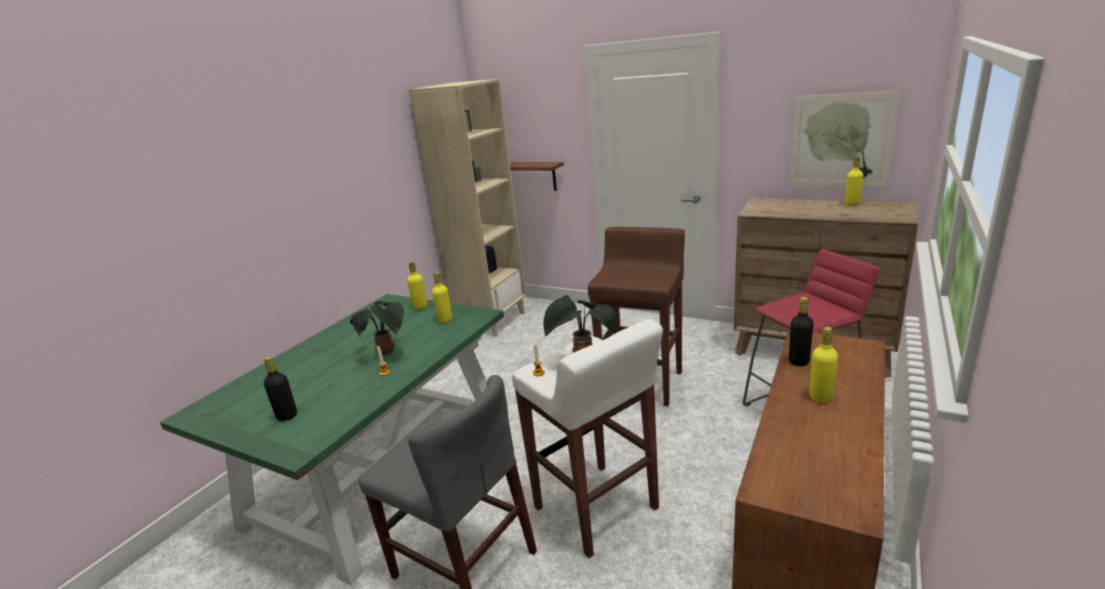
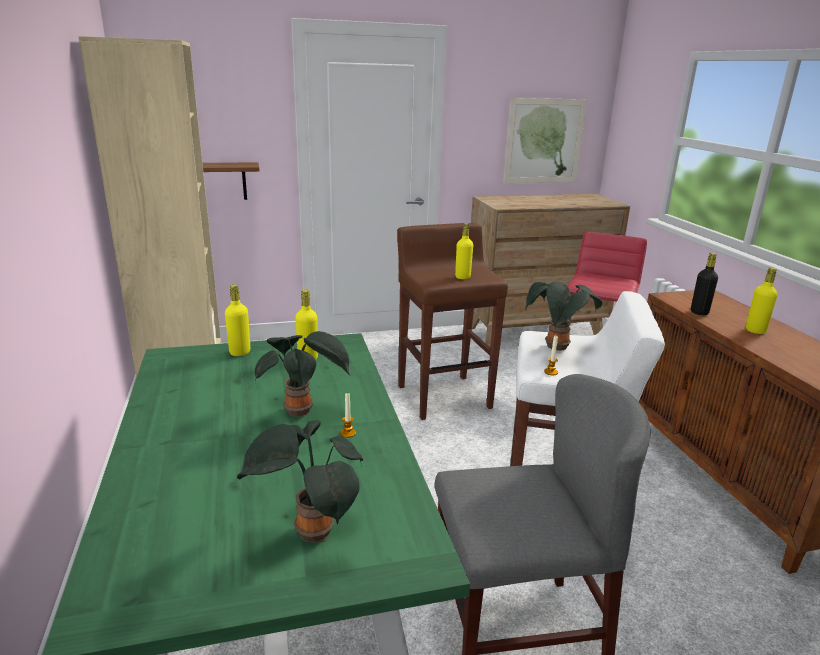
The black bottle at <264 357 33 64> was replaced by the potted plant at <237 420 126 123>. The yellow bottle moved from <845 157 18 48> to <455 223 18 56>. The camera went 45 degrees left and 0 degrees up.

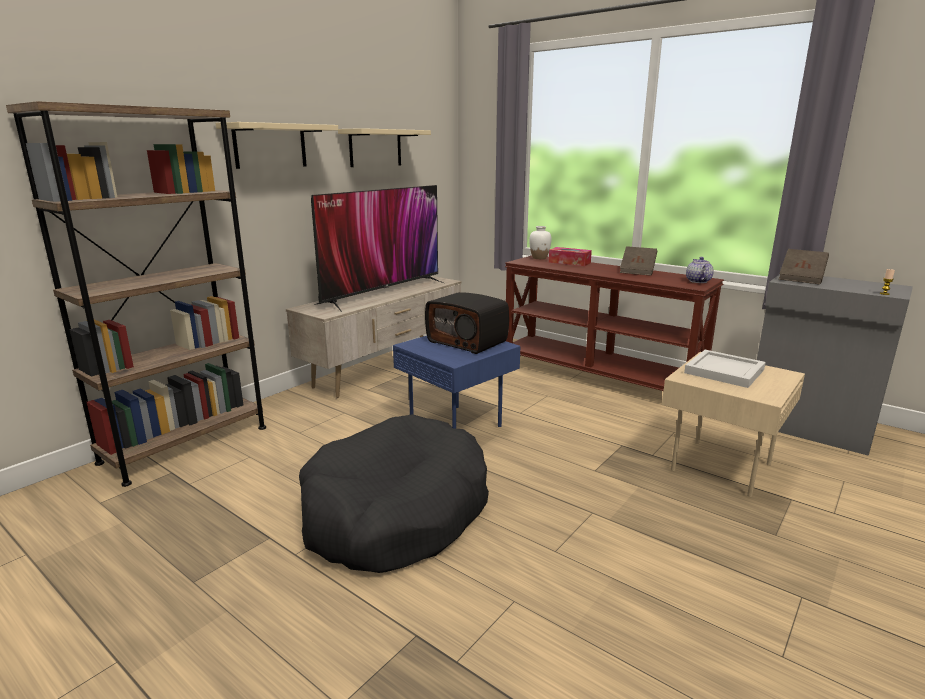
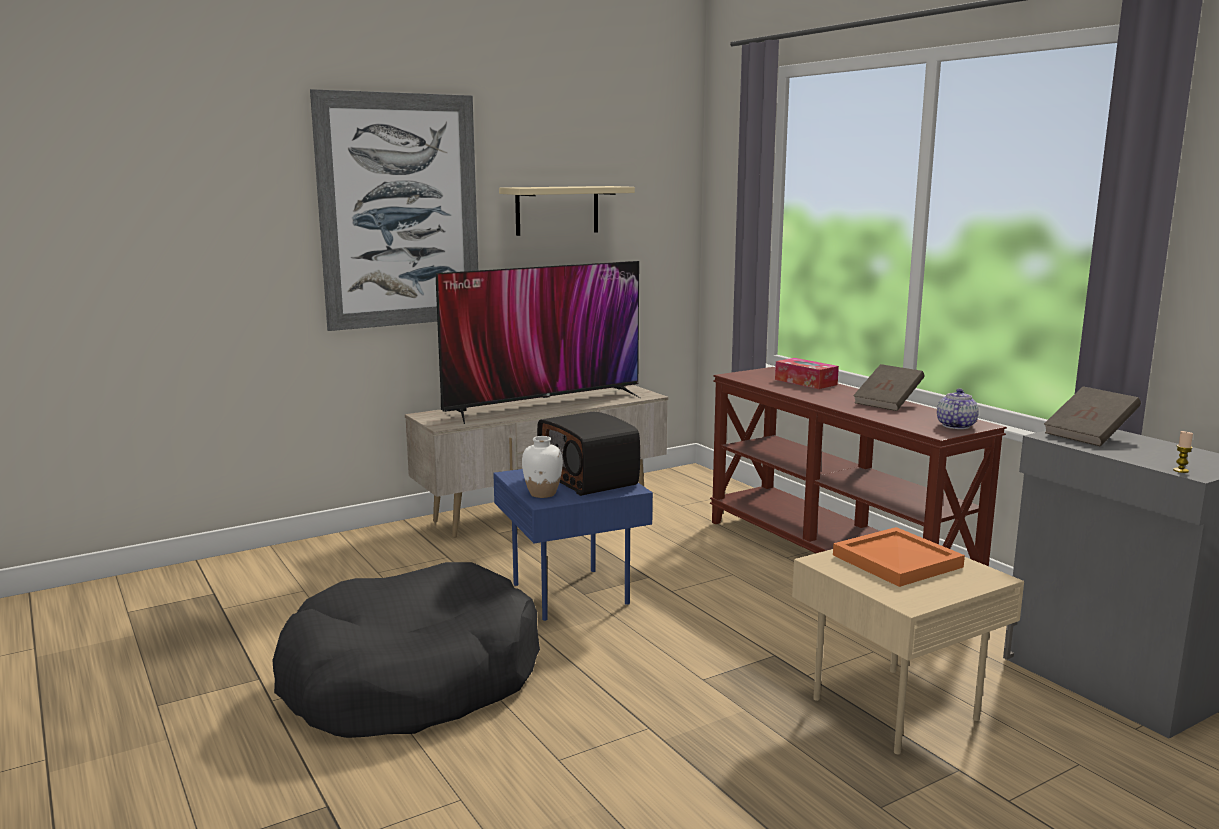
The beige shelf at <216 122 122 47> was replaced by the picture at <310 89 168 242>. The white vase moved from <529 226 23 33> to <522 436 41 62>. The white tray at <684 350 82 38> became the orange tray at <833 527 132 60>. The brown bookcase at <6 101 260 386> disappeared. The camera went 20 degrees right and 5 degrees down.

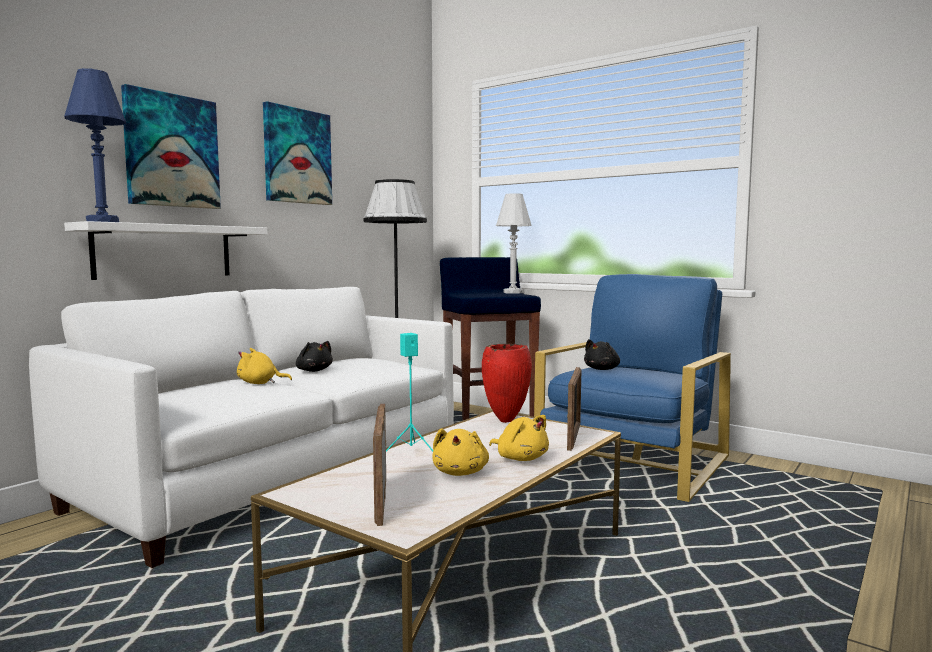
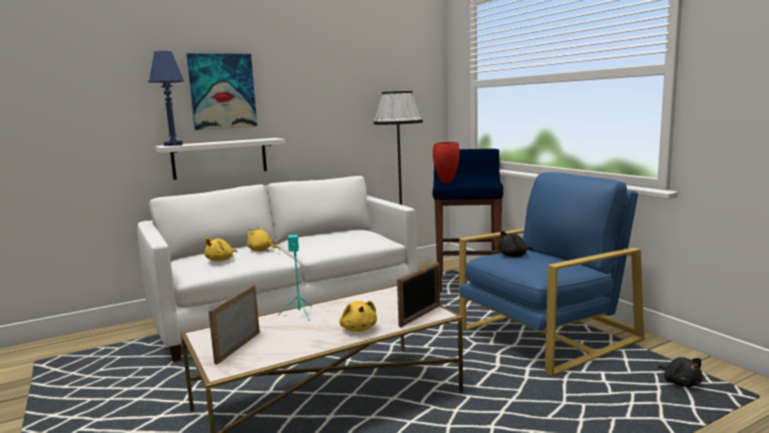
The yellow plush toy moved from <432 428 57 48> to <204 238 33 23>. The red vase moved from <482 344 50 79> to <433 142 27 42>. The black plush toy moved from <296 341 37 31> to <658 357 45 30>. The picture at <263 101 69 104> disappeared. The white table lamp at <496 193 36 101> disappeared. The camera went 25 degrees right and 5 degrees up.

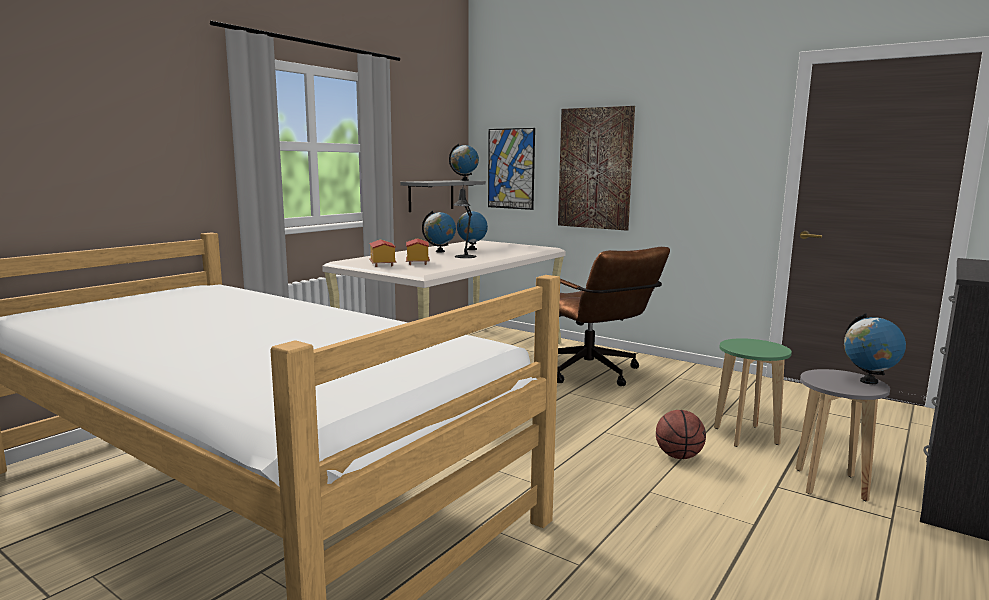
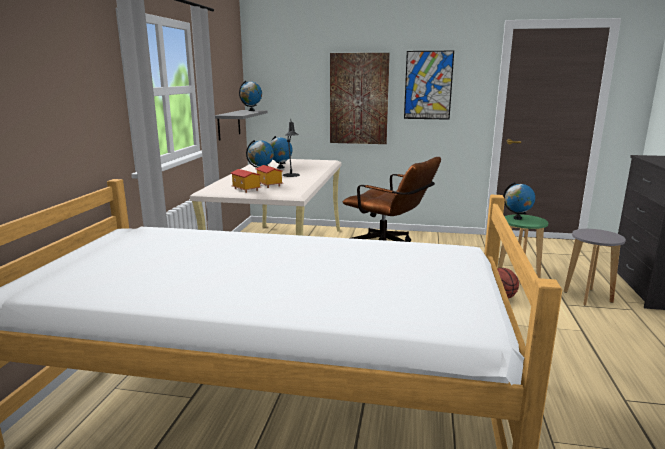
The picture moved from <488 128 47 82> to <404 51 50 69>. The globe moved from <844 313 62 71> to <503 182 32 38>. The camera went 25 degrees left and 5 degrees up.

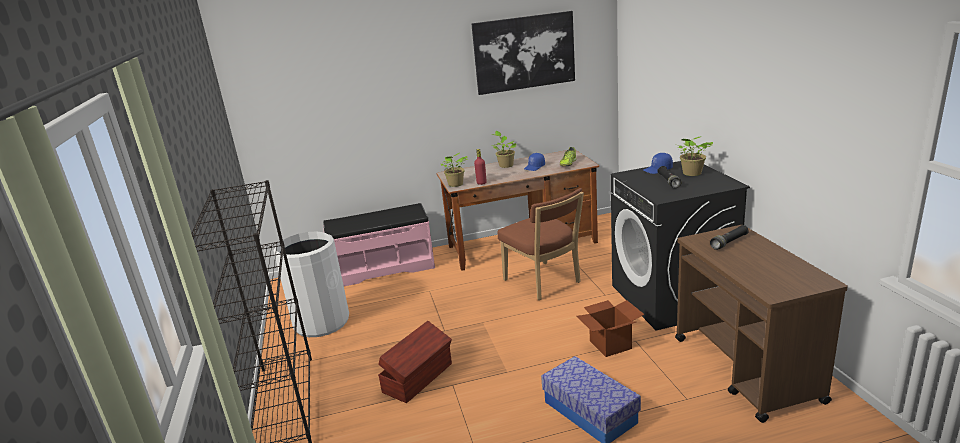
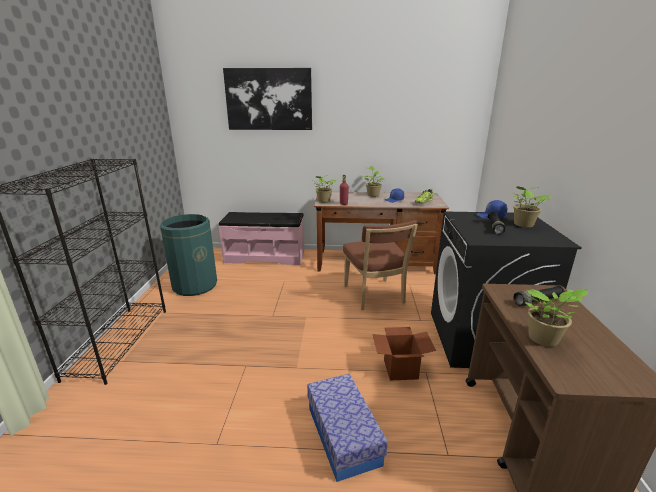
The white trash can at <274 231 75 106> became the green trash can at <160 214 57 82>. The picture moved from <471 11 104 84> to <223 68 89 62>. The potted plant at <525 289 63 58> appeared. The brown storage box at <378 321 74 82> disappeared. The camera went 15 degrees right and 0 degrees up.

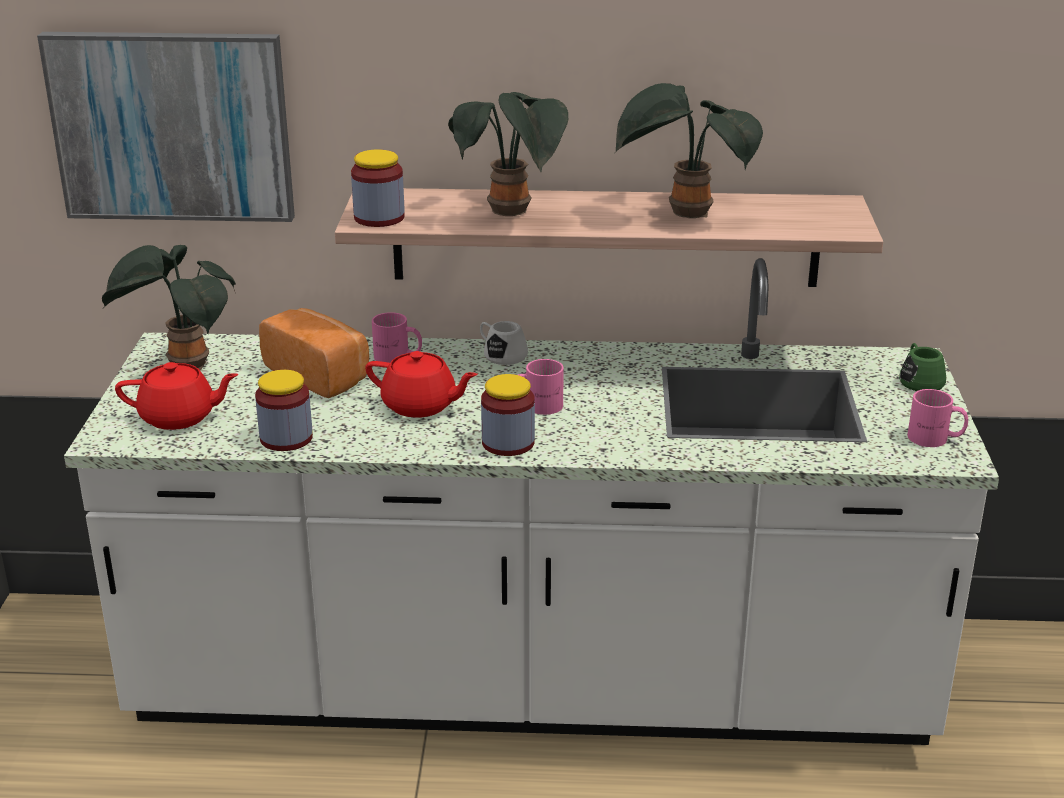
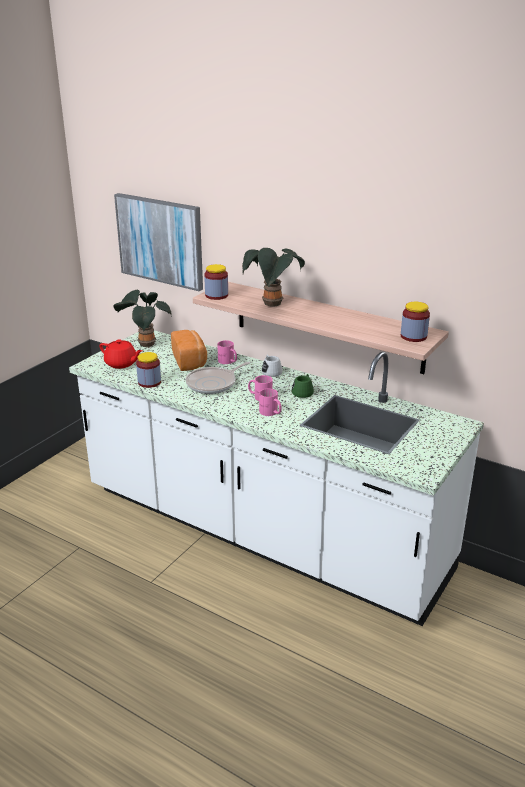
The red teapot at <365 351 113 67> was replaced by the frying pan at <185 362 65 32>. The pink mug moved from <908 389 60 58> to <259 389 23 27>. The green mug moved from <899 343 47 48> to <292 374 22 24>. The jar moved from <481 374 54 82> to <401 302 29 40>. The potted plant at <616 83 147 135> disappeared. The camera went 30 degrees right and 0 degrees up.

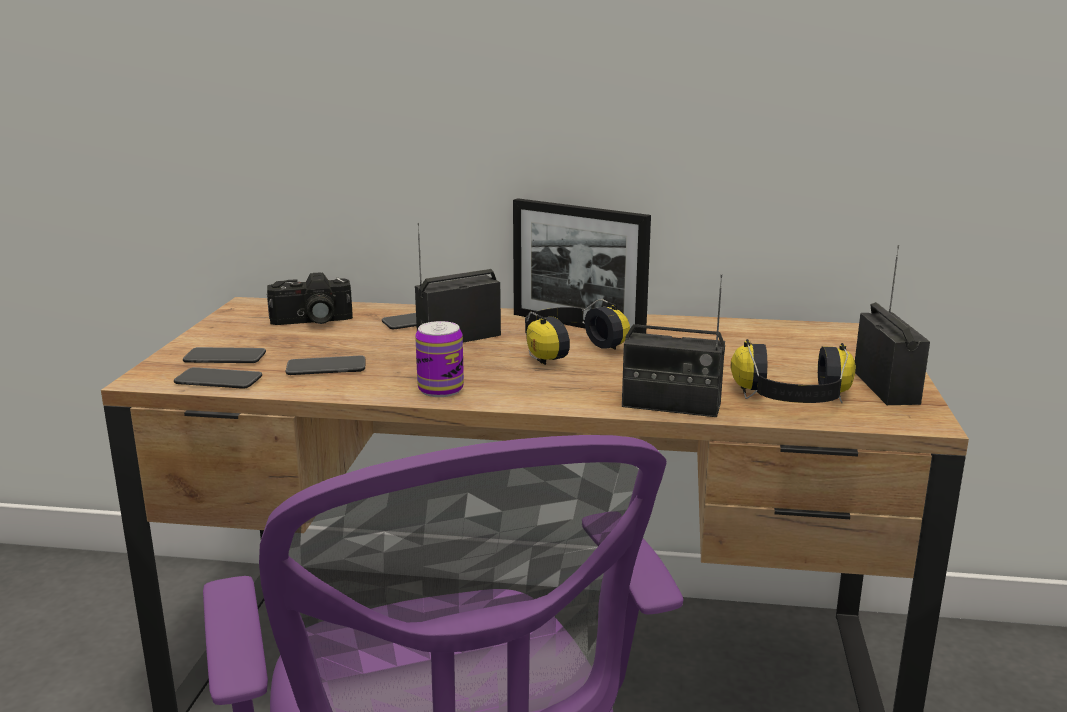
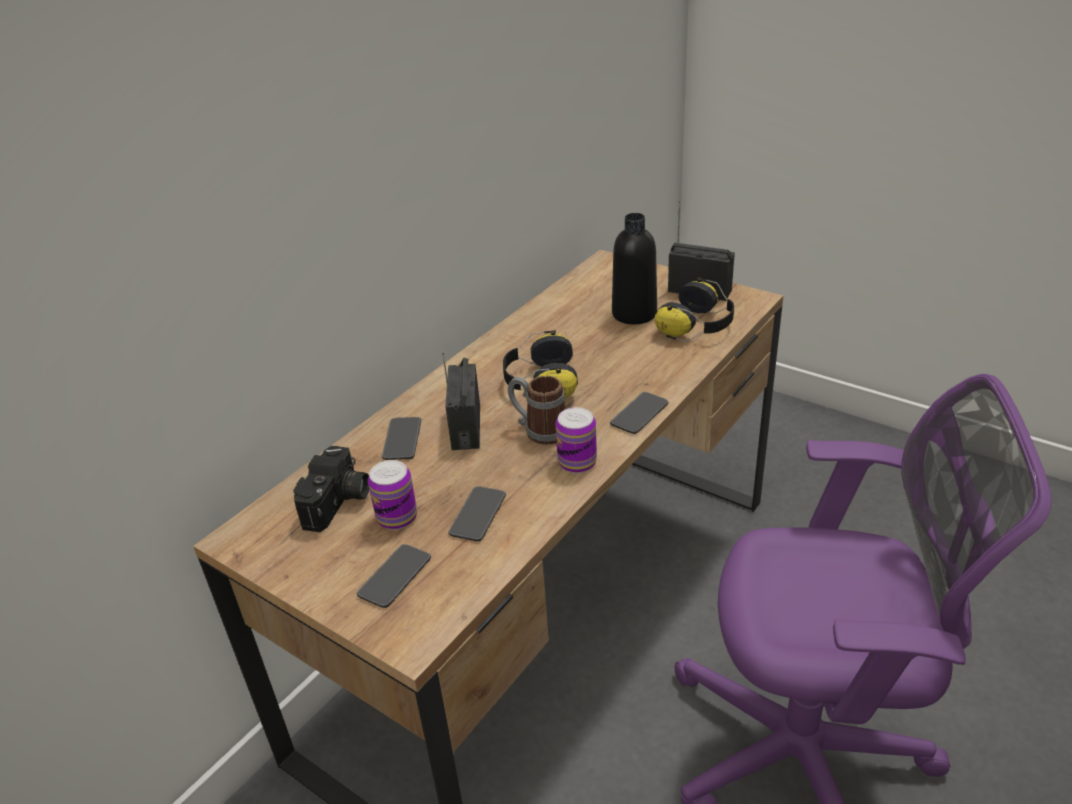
The can at <368 460 49 70> appeared. The mug at <508 376 57 69> appeared. The phone moved from <174 367 88 22> to <610 392 58 42>. The black bottle at <612 213 45 111> appeared. The picture frame at <513 198 138 136> disappeared. The radio at <622 274 103 143> disappeared. The camera went 60 degrees left and 15 degrees up.

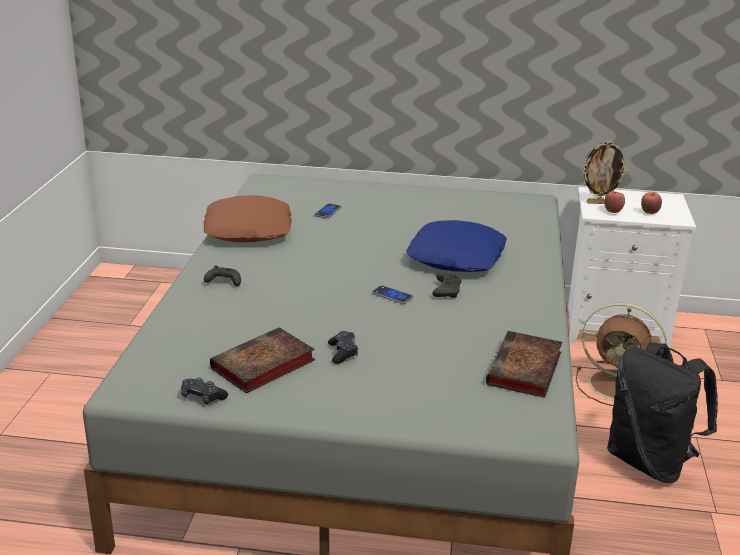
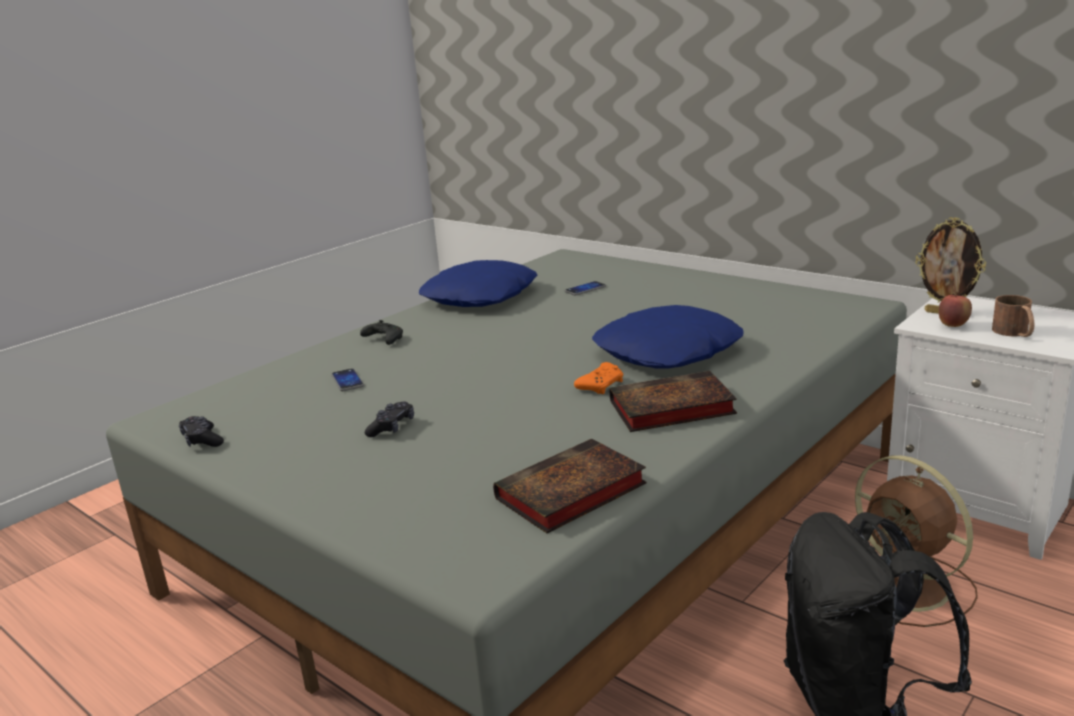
The phone moved from <372 285 42 19> to <331 368 33 23>. The brown pillow at <204 195 88 47> became the blue pillow at <419 260 118 47>. The black game controller at <432 273 29 25> became the orange game controller at <574 362 49 32>. The book moved from <210 327 105 66> to <609 371 128 61>. The apple at <641 192 21 22> was replaced by the brown mug at <992 295 42 42>. The camera went 35 degrees right and 5 degrees down.

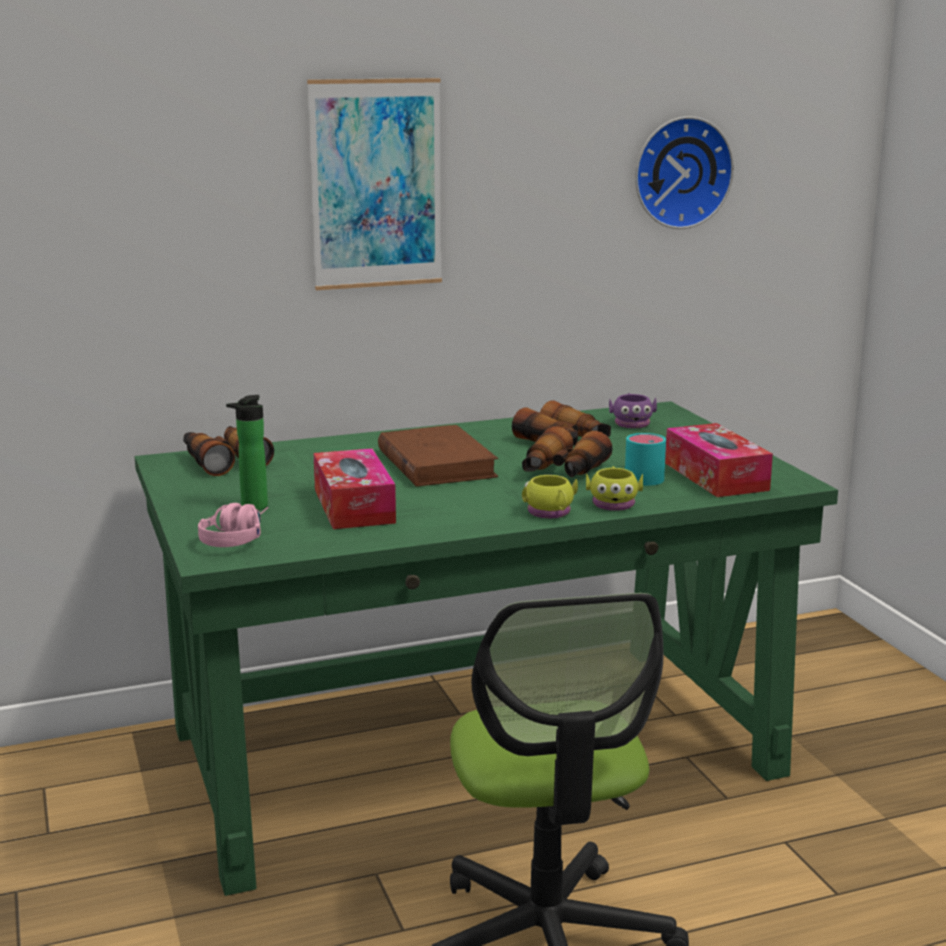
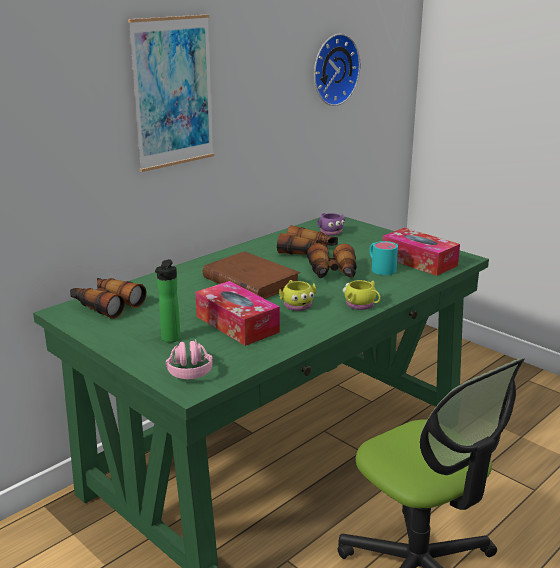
The yellow mug moved from <586 466 57 45> to <279 280 37 31>. The camera went 25 degrees left and 5 degrees up.

